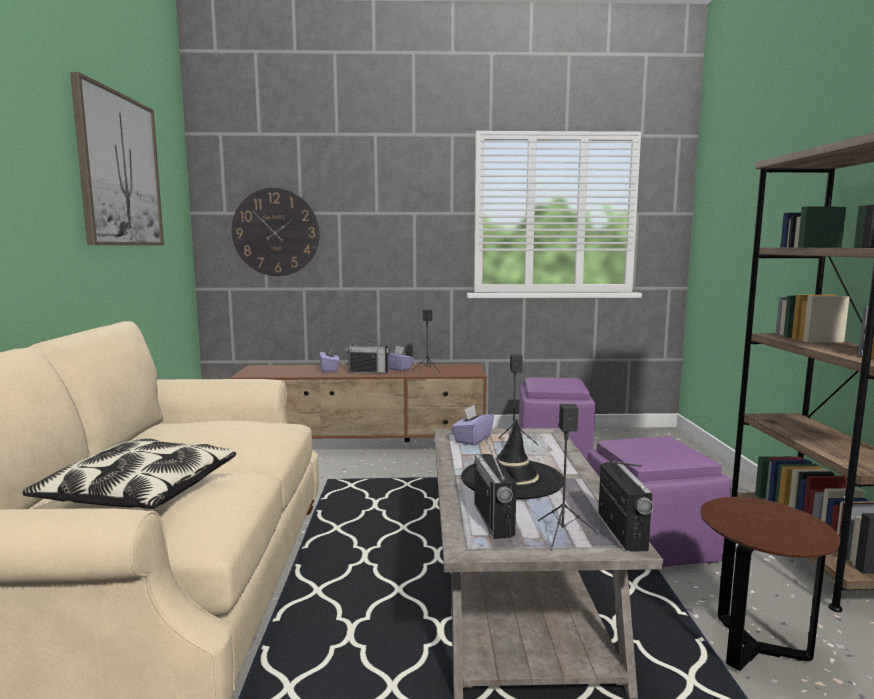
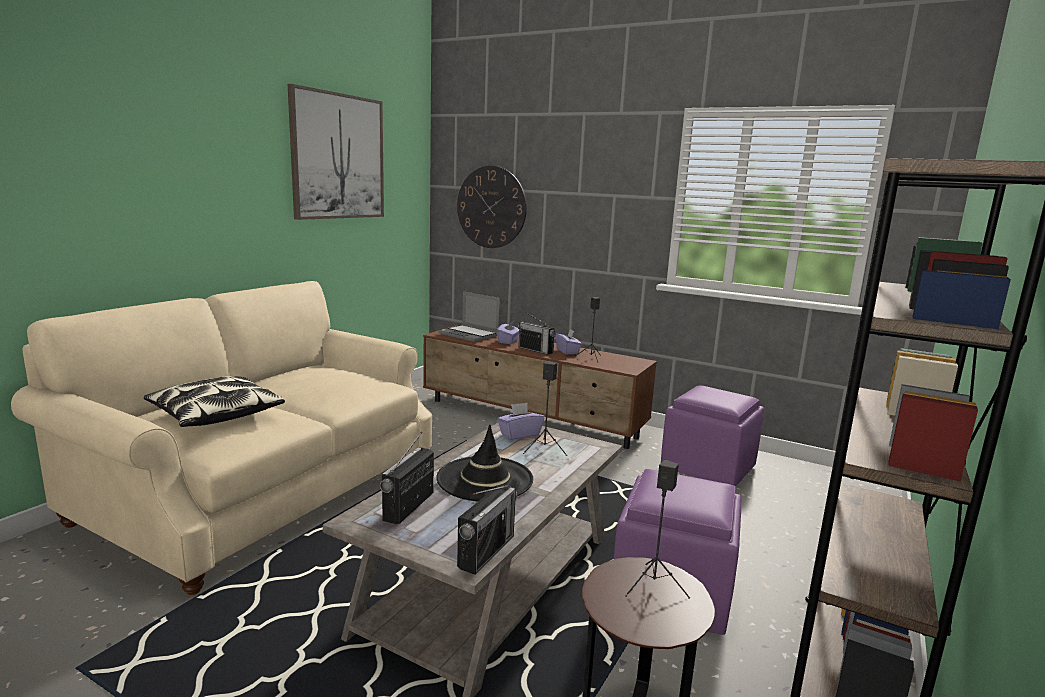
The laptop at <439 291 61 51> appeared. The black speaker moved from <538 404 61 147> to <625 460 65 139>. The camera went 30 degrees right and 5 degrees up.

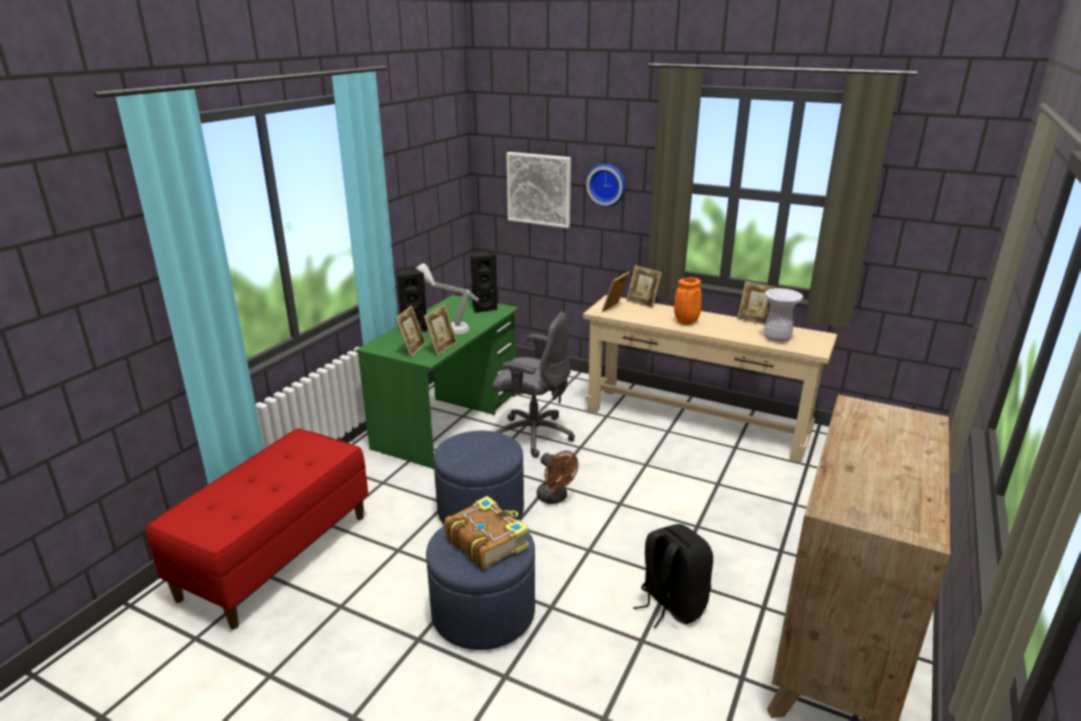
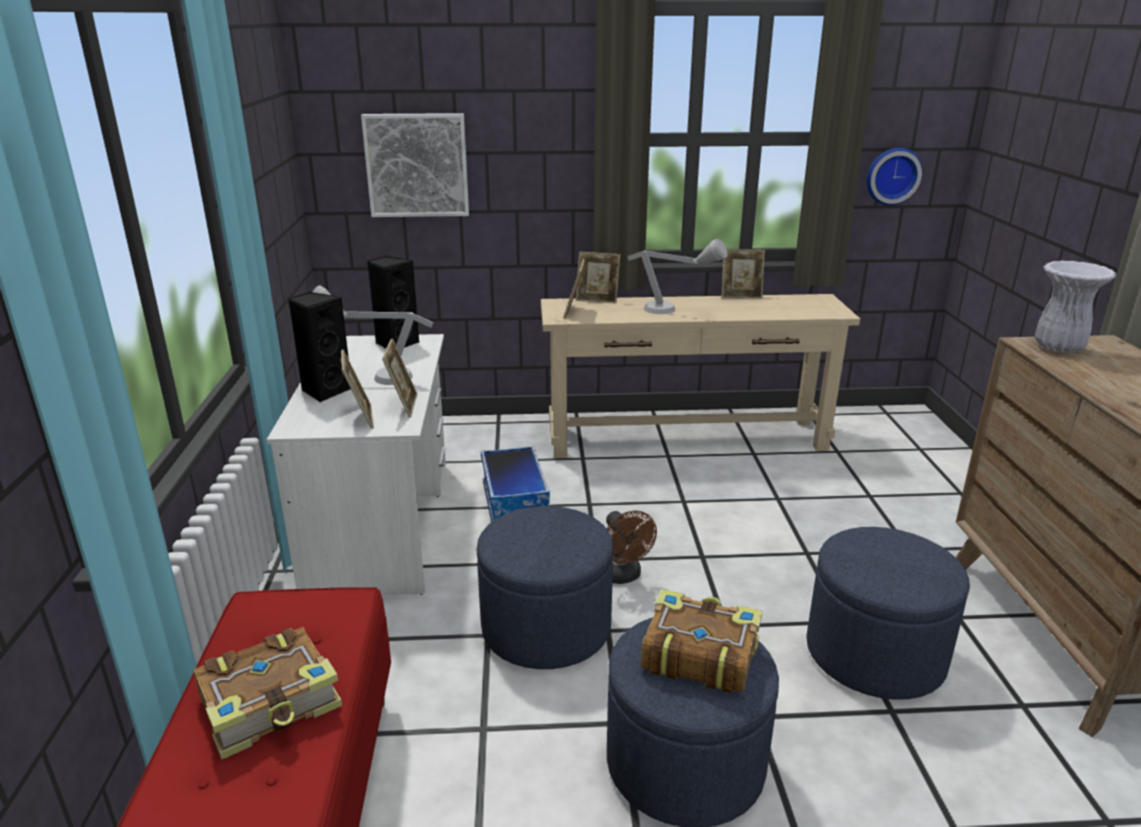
The book at <193 627 149 133> appeared. The green desk at <356 295 163 174> became the white desk at <266 334 180 261>. The grey office chair at <493 312 82 146> was replaced by the storage box at <481 446 69 76>. The brown fan at <537 451 42 53> turned 45 degrees clockwise. The orange vase at <674 277 28 48> was replaced by the grey table lamp at <627 239 100 75>. The black backpack at <633 524 80 105> was replaced by the blue ottoman at <806 527 164 173>. The wall clock moved from <586 164 40 43> to <866 148 57 57>. The white vase moved from <764 288 39 54> to <1035 261 81 92>. The camera went 30 degrees left and 0 degrees up.

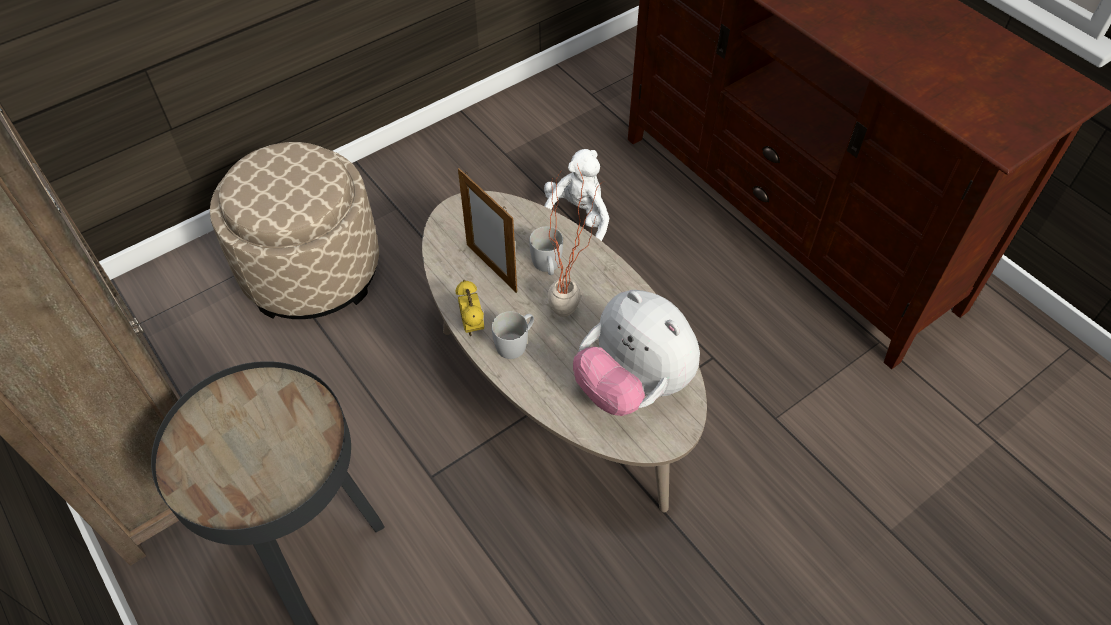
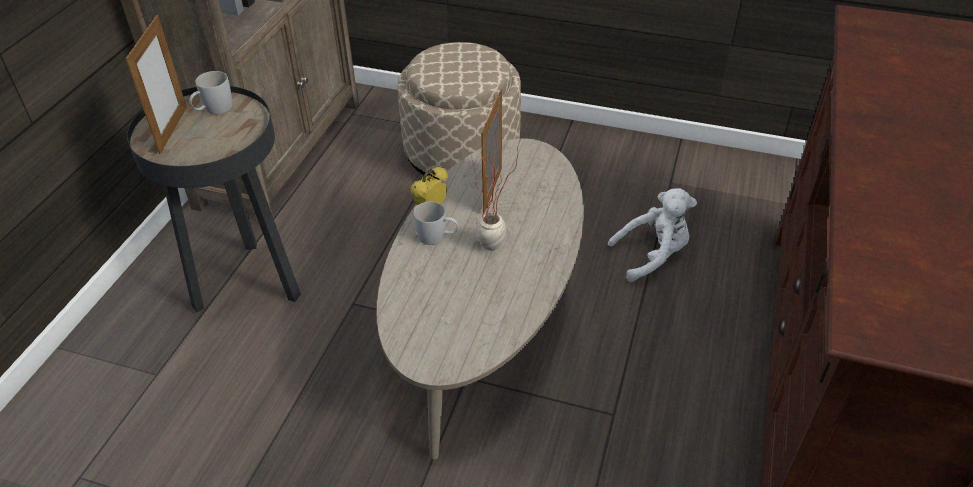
The picture frame at <125 15 62 139> appeared. The white mug moved from <529 227 34 48> to <189 71 43 43>. The plush toy at <573 290 127 126> disappeared. The camera went 55 degrees right and 10 degrees down.

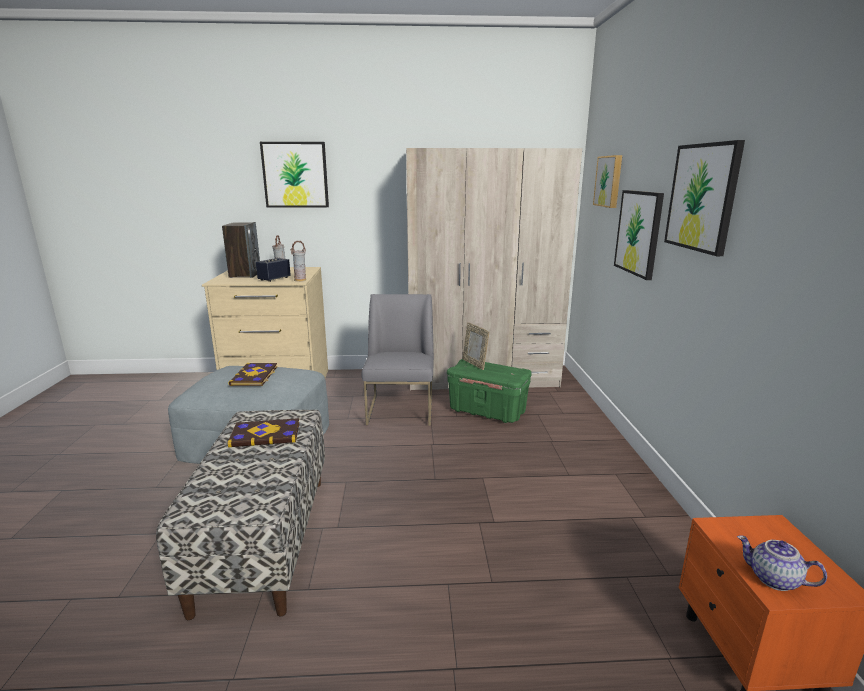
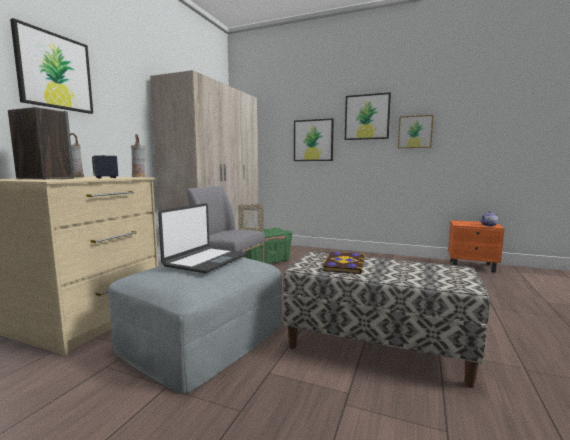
The book at <228 363 49 23> was replaced by the laptop at <158 203 89 70>. The picture moved from <593 155 29 53> to <398 115 35 33>. The camera went 65 degrees left and 10 degrees down.

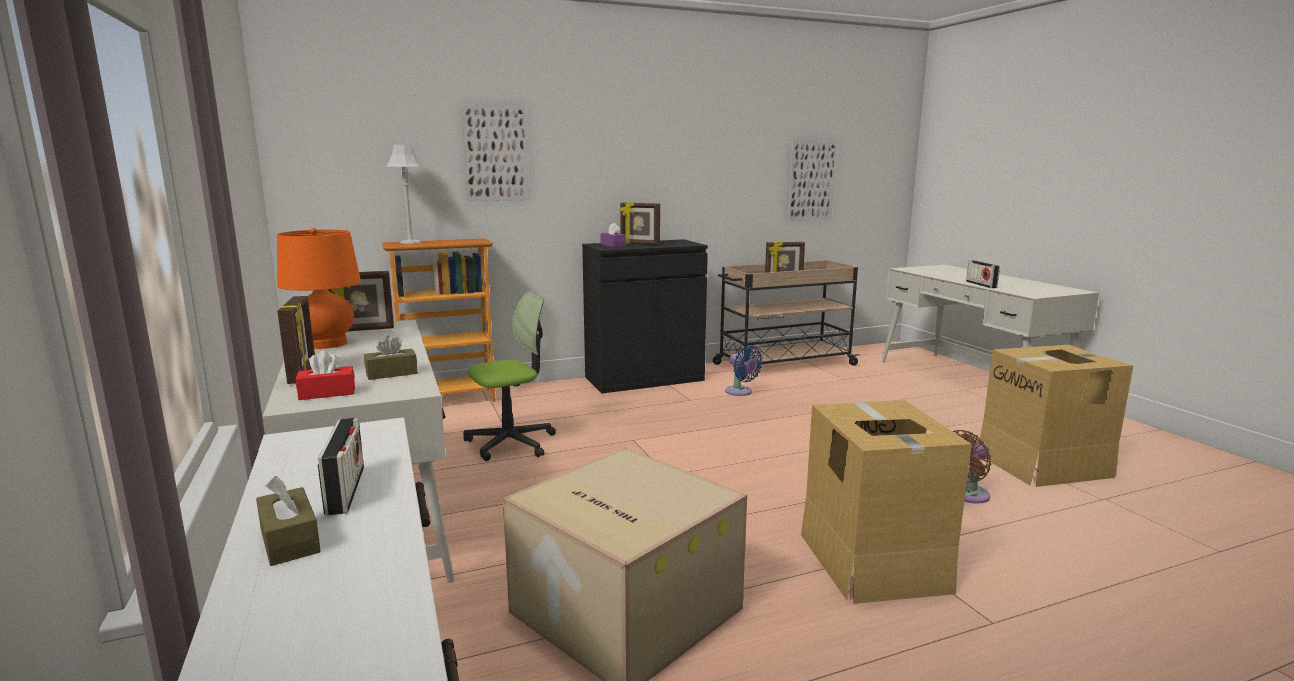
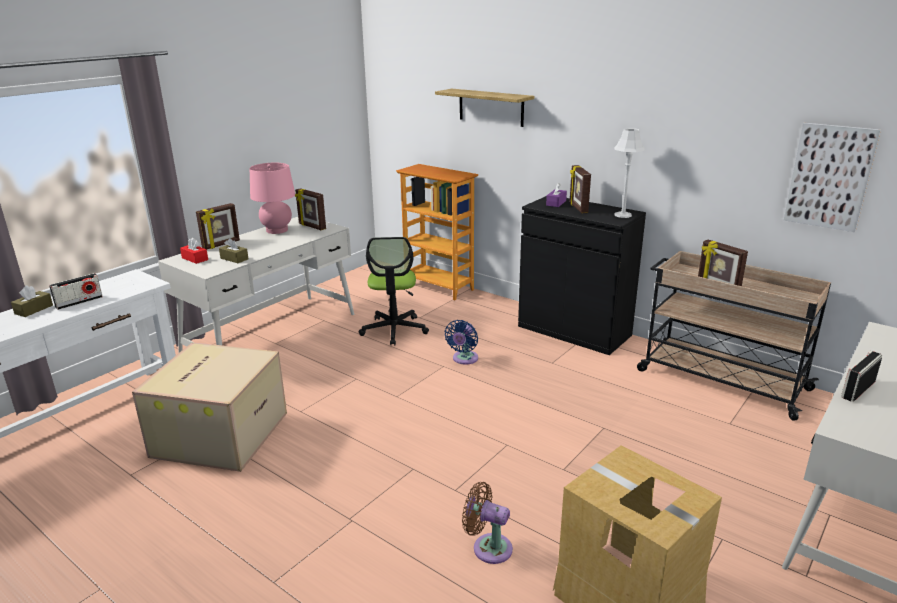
The orange table lamp at <277 228 84 121> became the pink table lamp at <250 163 45 71>. The office chair at <463 292 93 169> turned 60 degrees clockwise. The picture at <462 105 67 97> was replaced by the shelf at <435 89 99 38>. The blue fan moved from <725 346 38 50> to <445 320 33 45>. The grey table lamp moved from <386 145 37 99> to <614 128 31 90>. The cardboard box at <801 400 171 204> disappeared. The camera went 60 degrees right and 10 degrees up.

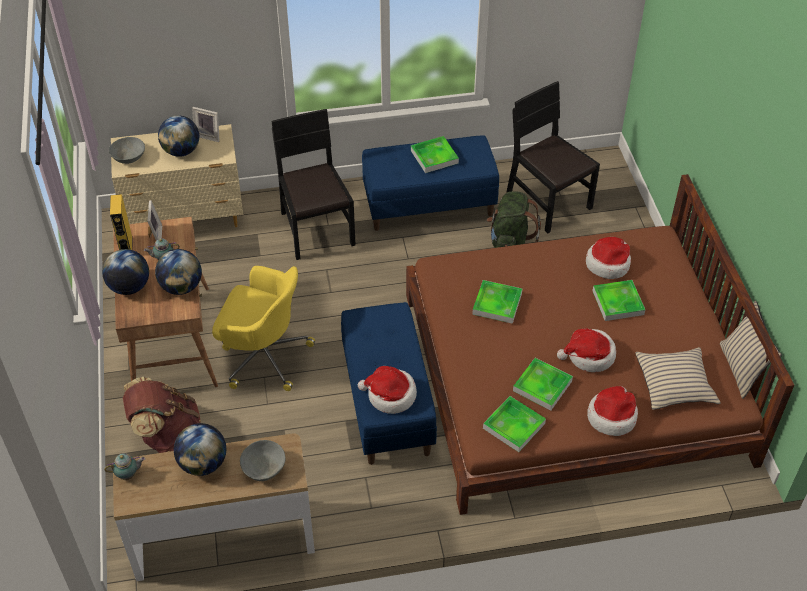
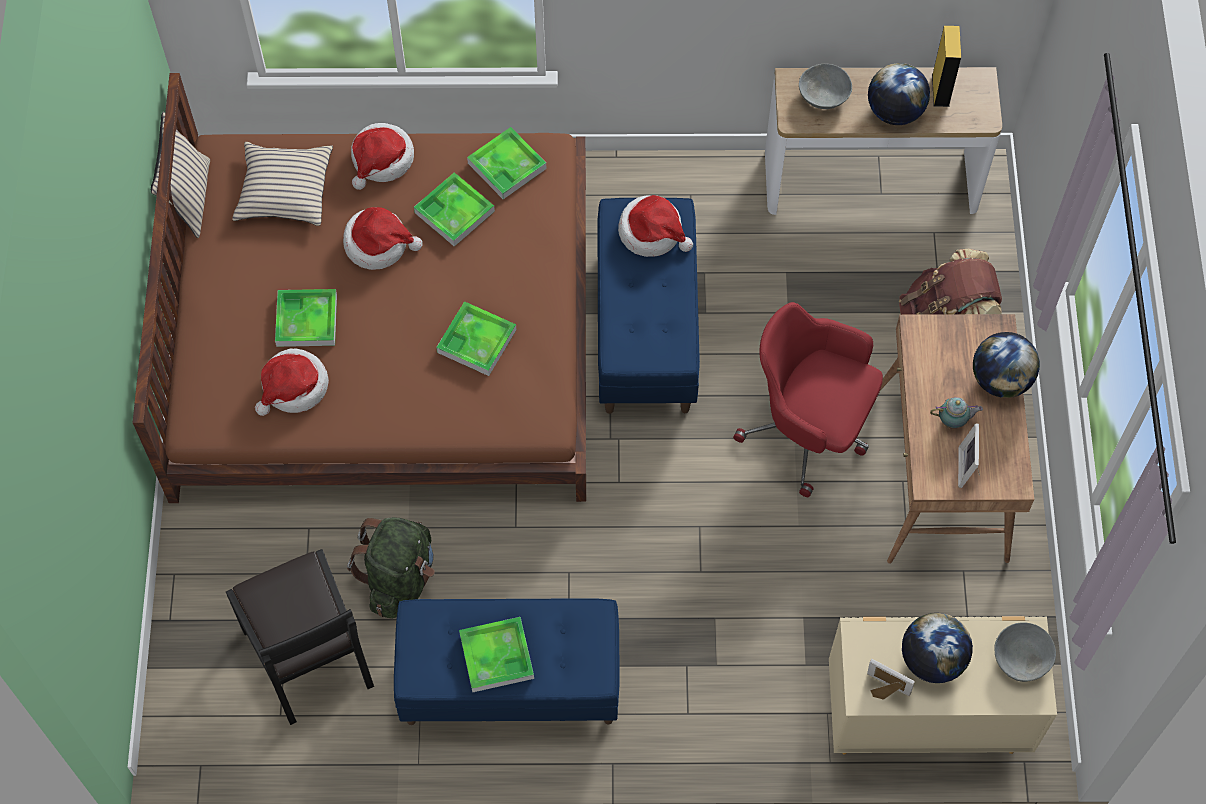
The yellow office chair at <212 266 103 125> became the red office chair at <733 302 150 195>. The yellow speaker moved from <110 194 22 56> to <932 26 29 81>. The teapot at <104 453 41 27> disappeared. The globe at <155 249 47 46> disappeared. The black chair at <271 109 85 151> disappeared. The camera went 170 degrees left and 15 degrees up.

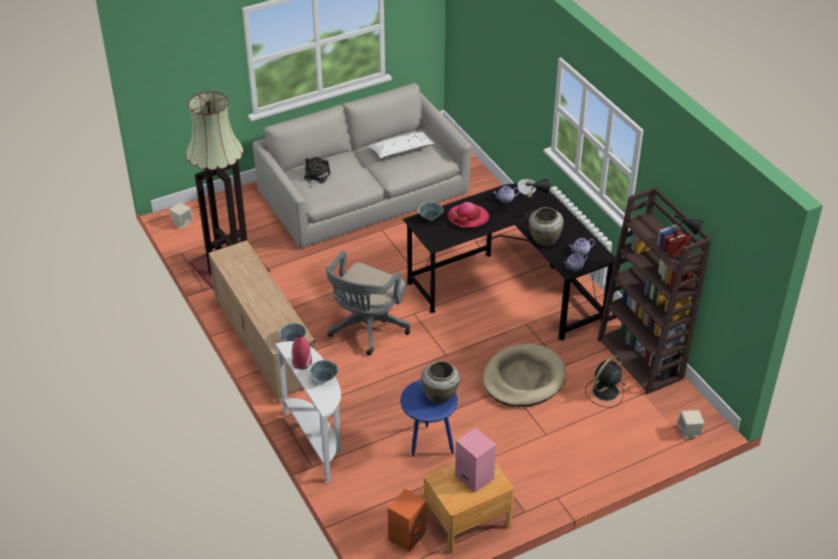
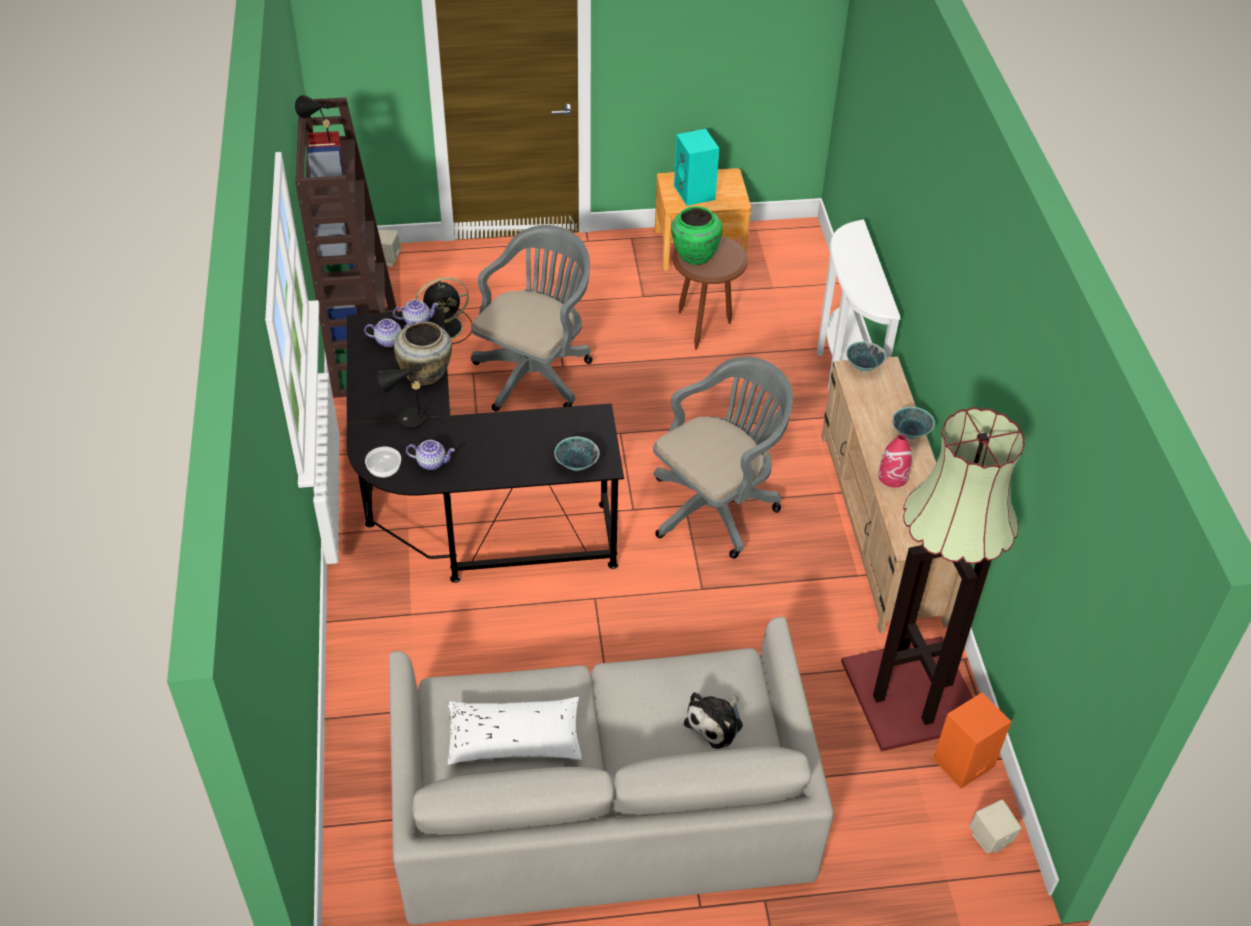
The beige dog bed at <483 344 83 63> was replaced by the grey office chair at <471 225 122 186>. The beige vase at <421 361 39 43> became the green vase at <671 206 51 59>. The blue side table at <401 380 57 77> became the brown side table at <673 236 75 114>. The pink speaker at <455 428 41 64> became the turquoise speaker at <674 129 45 77>. The red vase moved from <292 334 20 36> to <878 435 34 53>. The bowl moved from <310 360 29 22> to <892 407 43 32>. The orange speaker moved from <388 489 38 63> to <933 692 78 96>. The hat at <448 202 41 26> disappeared. The camera went 160 degrees left and 5 degrees up.

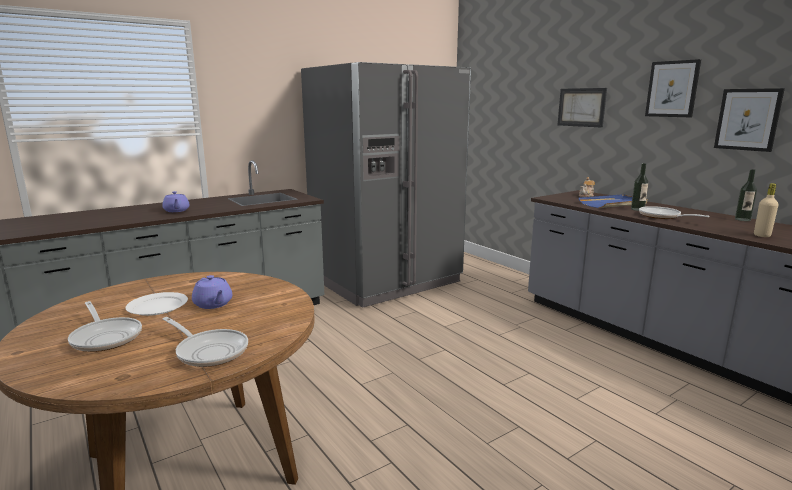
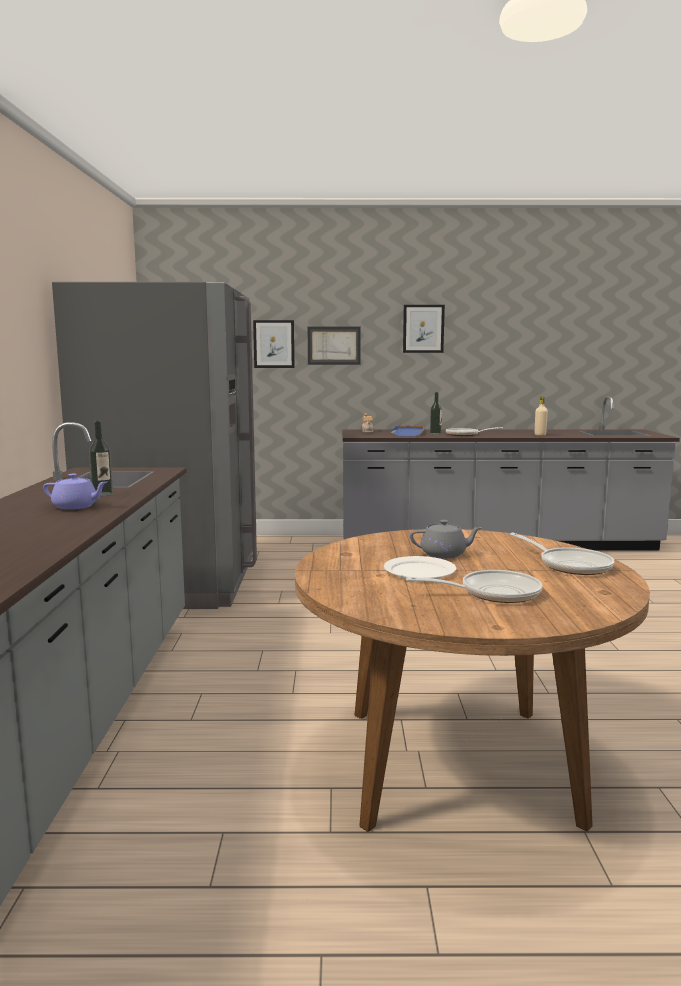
The bottle moved from <735 169 22 52> to <89 421 24 75>. The picture moved from <714 88 71 64> to <253 320 42 48>. The purple teapot at <192 275 40 34> became the grey teapot at <410 520 73 39>. The frying pan at <162 317 86 50> turned 75 degrees clockwise. The camera went 55 degrees left and 5 degrees down.

